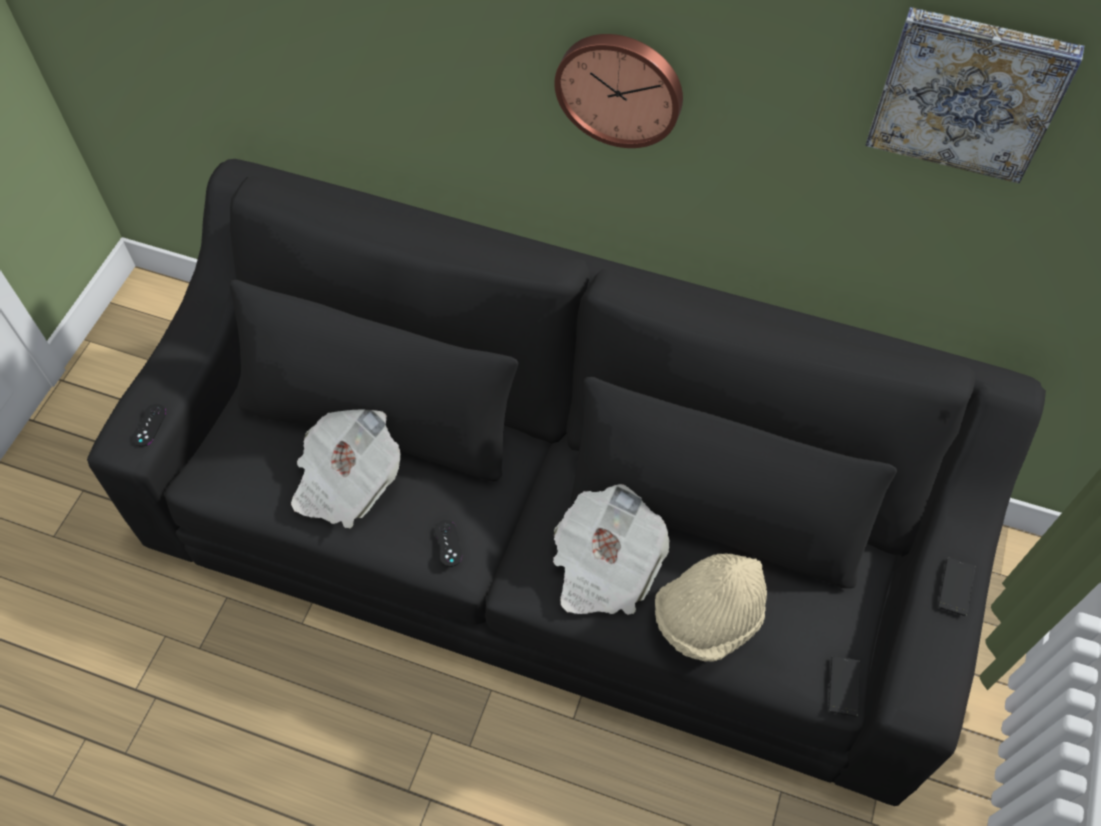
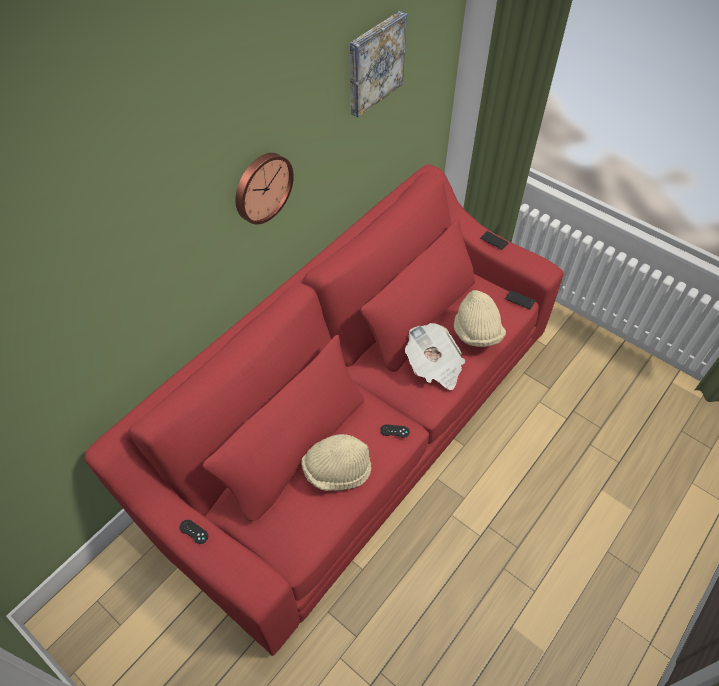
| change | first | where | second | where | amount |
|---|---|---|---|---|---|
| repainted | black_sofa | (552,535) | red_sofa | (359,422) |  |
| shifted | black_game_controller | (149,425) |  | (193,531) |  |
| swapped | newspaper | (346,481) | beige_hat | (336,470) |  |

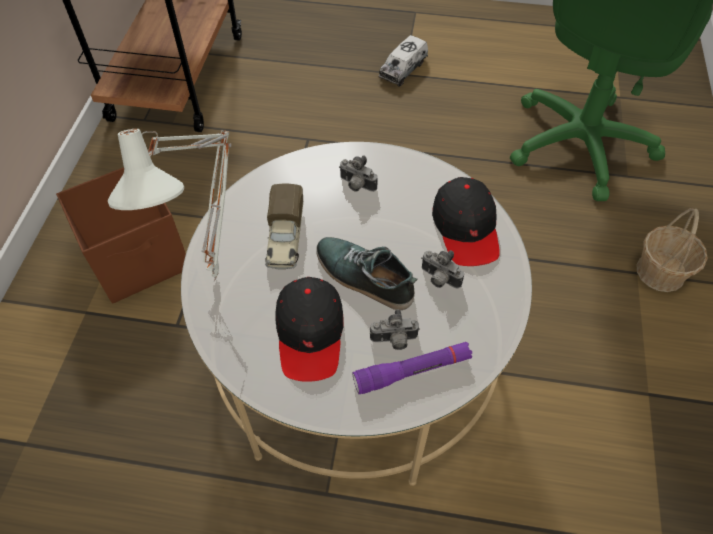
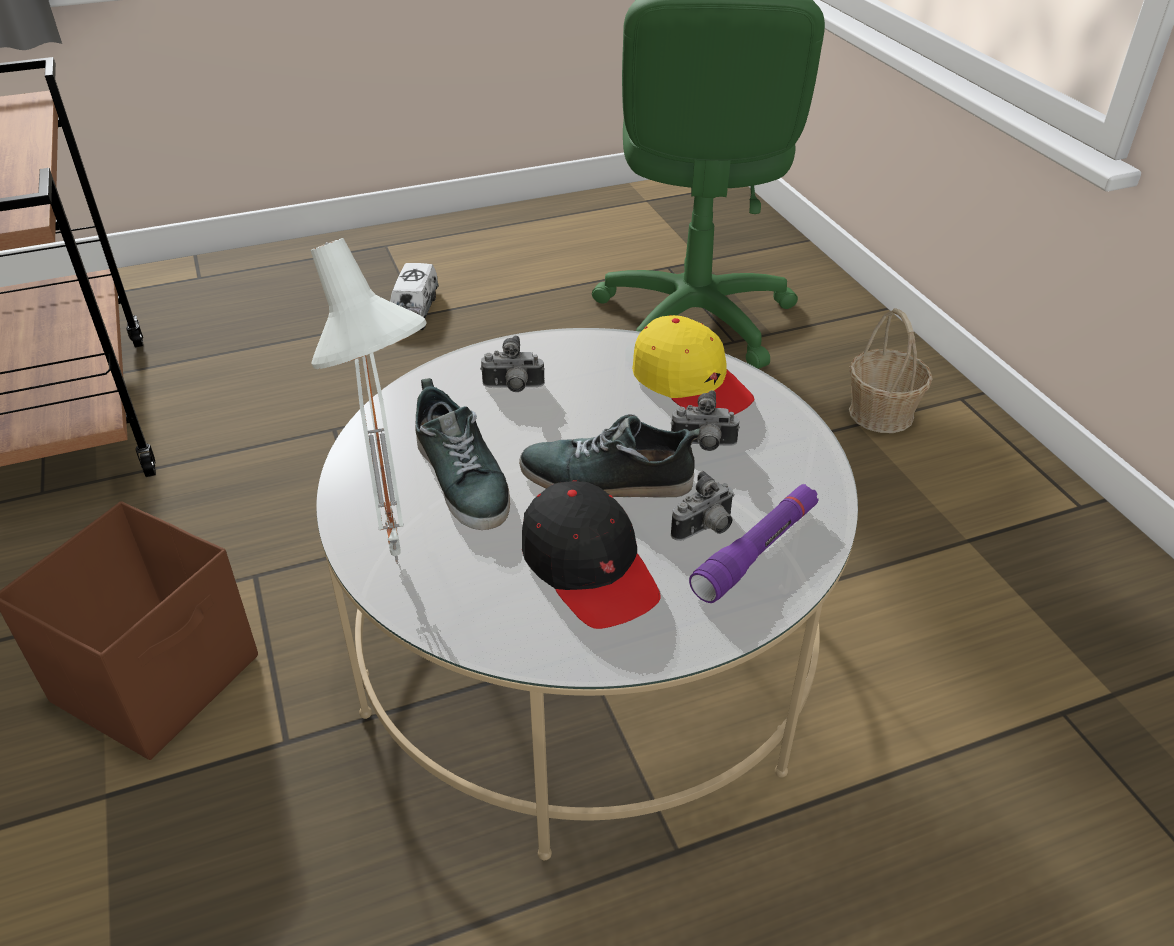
| change | first | where | second | where | amount |
|---|---|---|---|---|---|
| swapped | toy_truck | (285,239) | shoe | (463,478) |  |
| repainted | black_cap | (466,228) | yellow_cap | (691,384) |  |

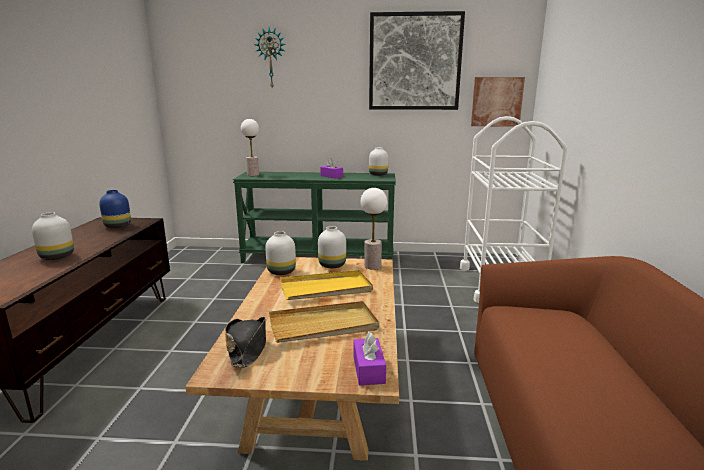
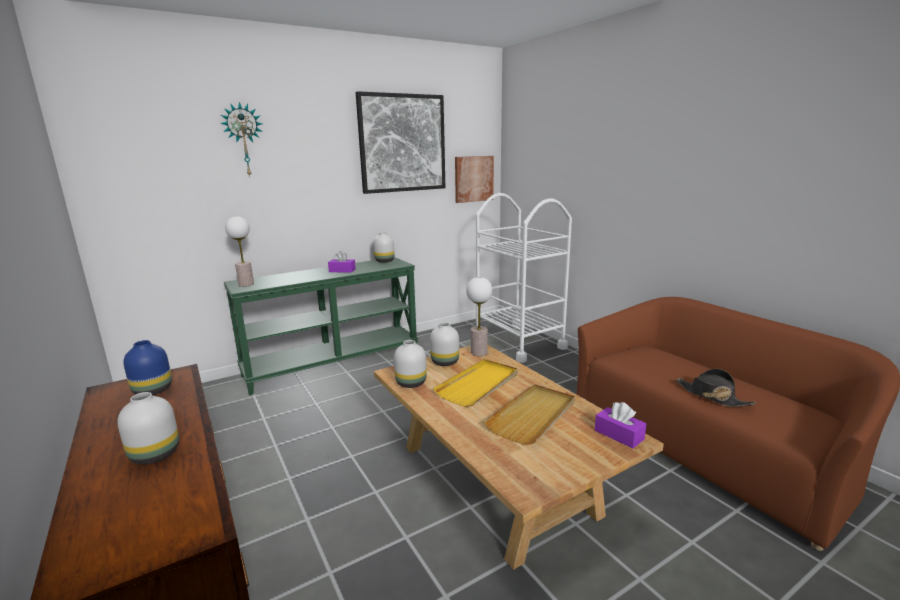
| change | first | where | second | where | amount |
|---|---|---|---|---|---|
| shifted | black_hat | (247,347) |  | (711,396) |  |

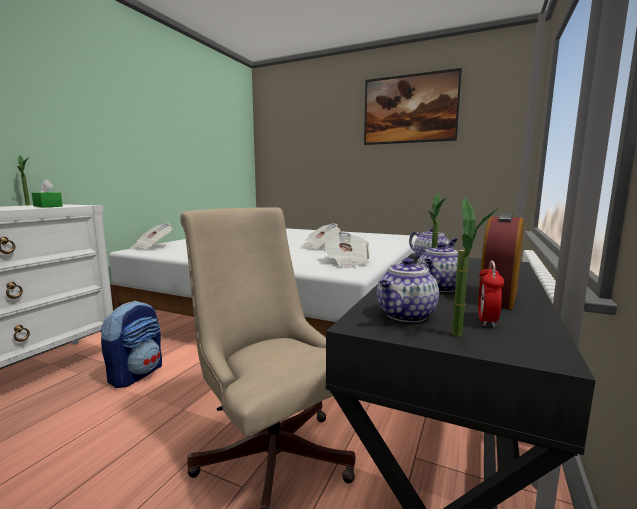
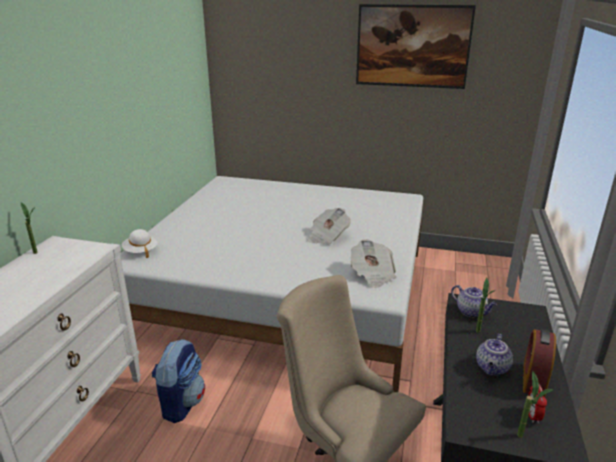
| change | first | where | second | where | amount |
|---|---|---|---|---|---|
| swapped | newspaper | (152,247) | white_hat | (140,251) |  |
| gone | green_tissue_box | (47,206) |  |  |  |
| gone | teapot | (406,315) |  |  |  |

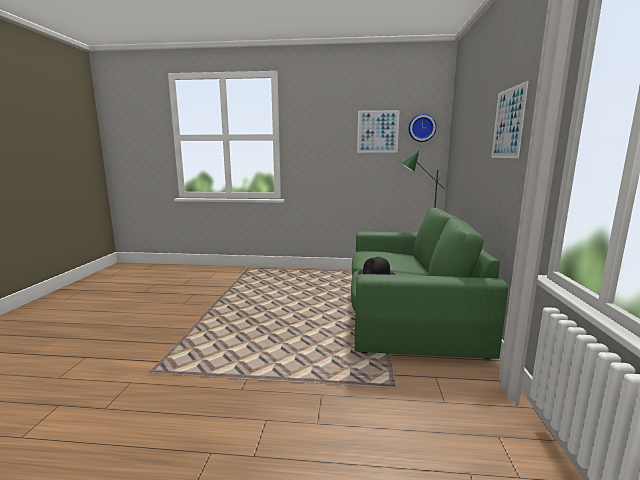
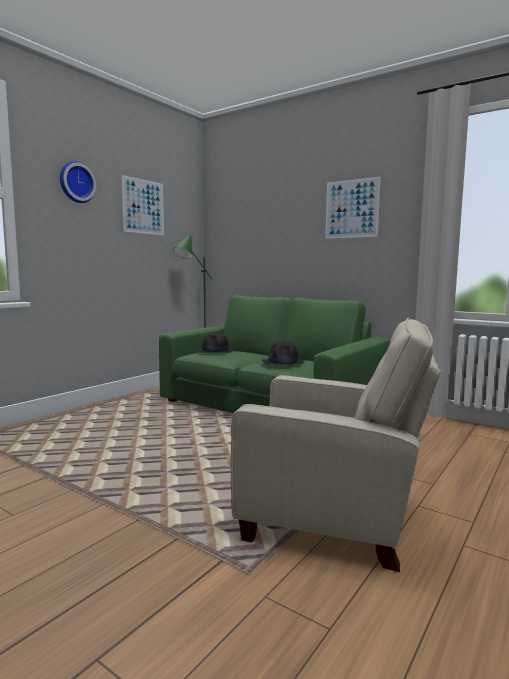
| change | first | where | second | where | amount |
|---|---|---|---|---|---|
| shifted | wall_clock | (421,128) |  | (76,182) |  |
| new |  |  | black_hat | (215,351) |  |
| new |  |  | beige_armchair | (334,519) |  |

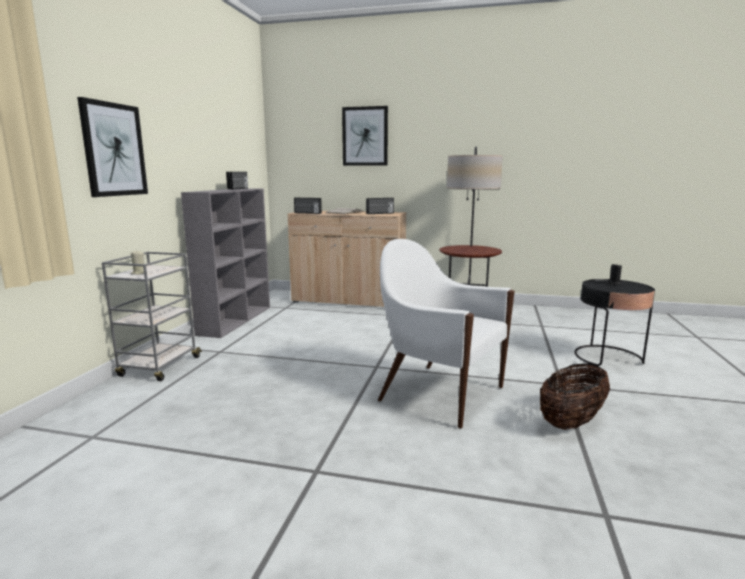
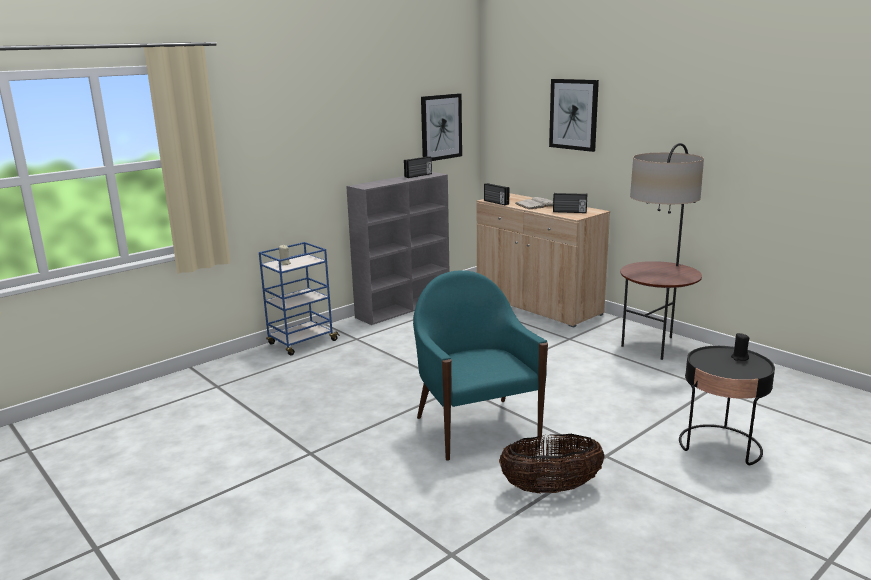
| change | first | where | second | where | amount |
|---|---|---|---|---|---|
| repainted | grey_cart | (159,367) | blue_cart | (301,343) |  |
| repainted | white_armchair | (439,393) | turquoise_armchair | (476,427) |  |
| shifted | picture | (114,150) |  | (441,127) |  |

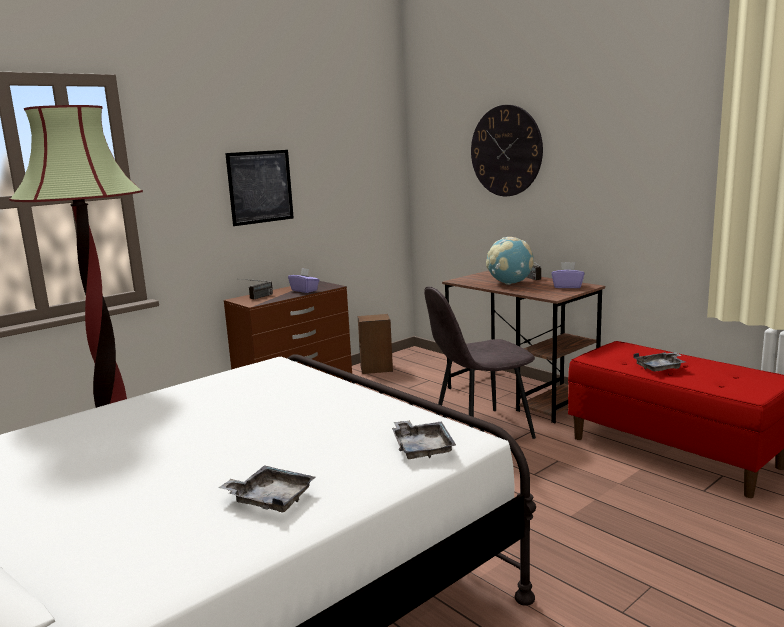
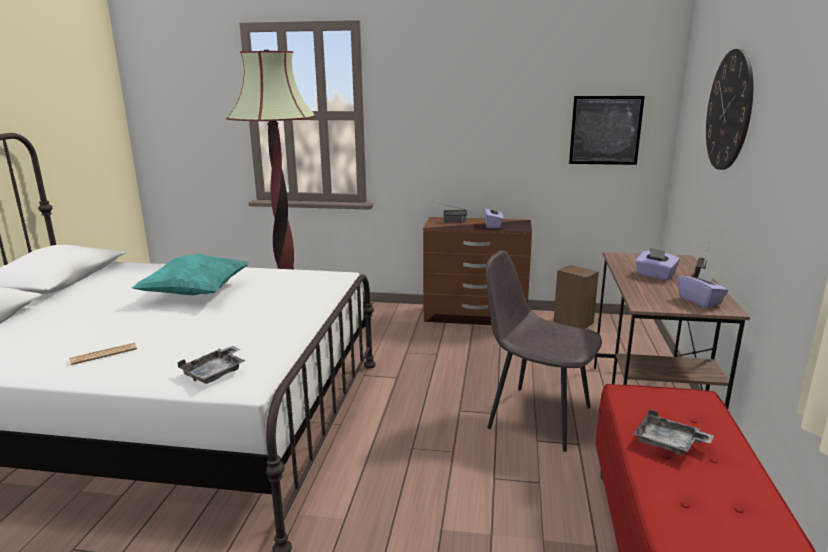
| change | first | where | second | where | amount |
|---|---|---|---|---|---|
| swapped | grey_tray | (270,498) | newspaper | (103,354) |  |
| new |  |  | turquoise_pillow | (196,293) |  |
| shifted | picture | (260,187) |  | (605,130) |  |
| swapped | globe | (510,283) | purple_tissue_box | (655,275) |  |

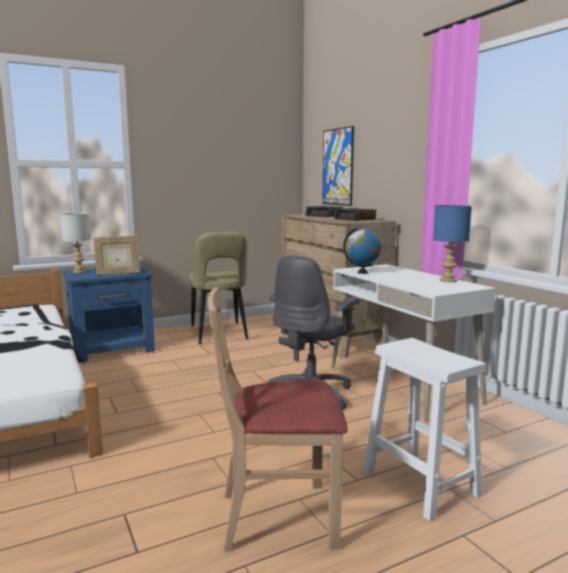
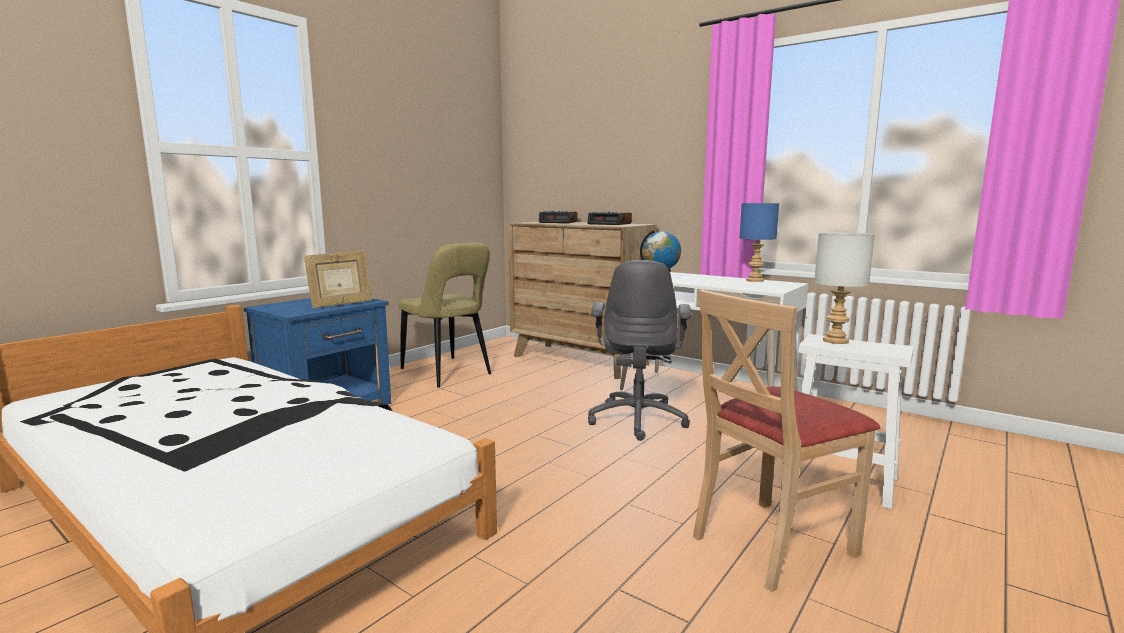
| change | first | where | second | where | amount |
|---|---|---|---|---|---|
| shifted | grey_table_lamp | (80,272) |  | (836,341) |  |
| gone | picture | (337,167) |  |  |  |

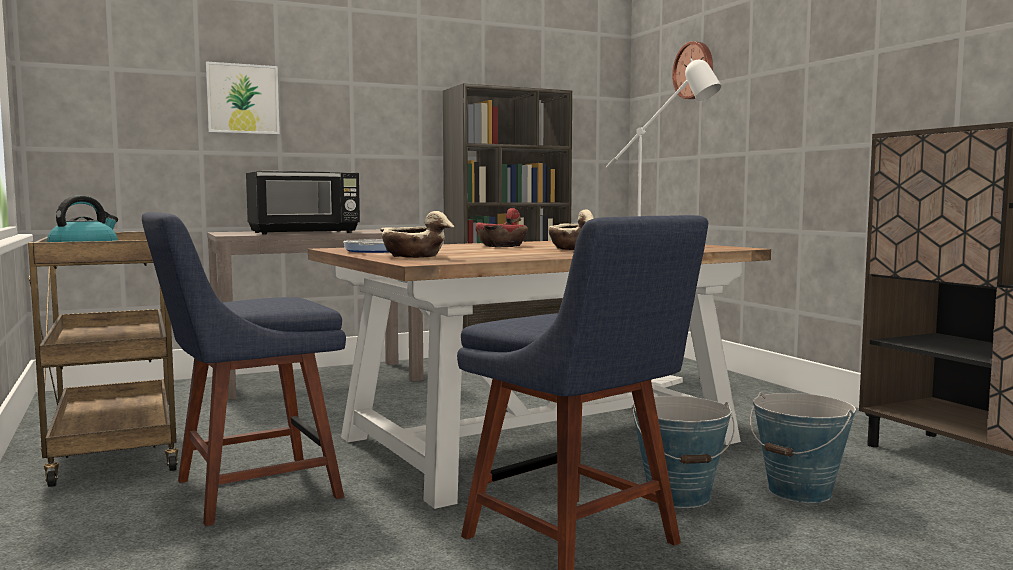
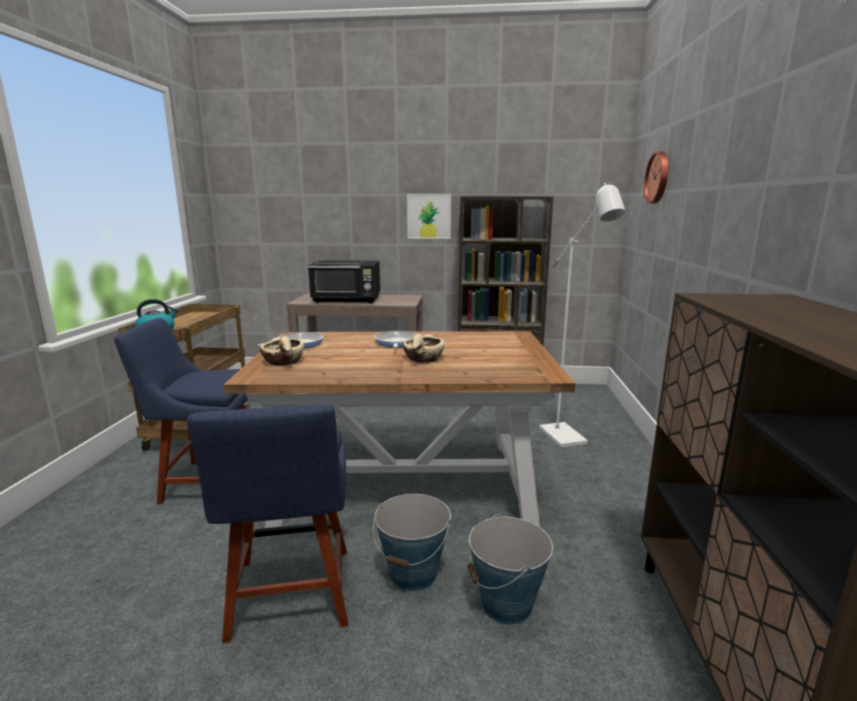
| change | first | where | second | where | amount |
|---|---|---|---|---|---|
| swapped | red_bowl | (502,246) | frying_pan | (396,343) |  |
| shifted | picture | (243,99) |  | (429,216) |  |

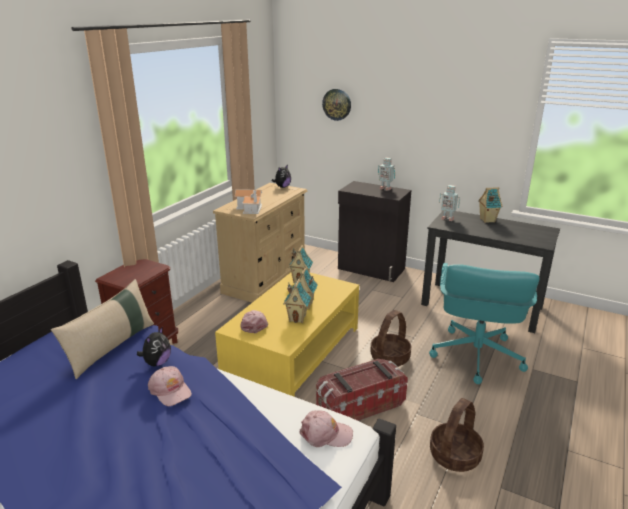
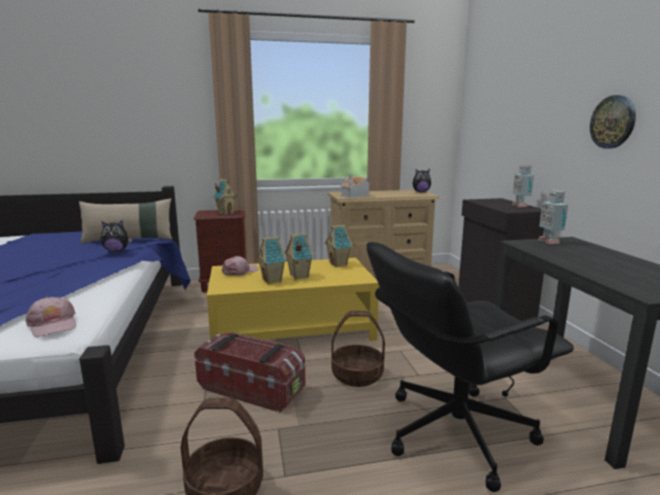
| change | first | where | second | where | amount |
|---|---|---|---|---|---|
| shifted | toy_house | (487,220) |  | (226,213) |  |
| repainted | turquoise_office_chair | (475,356) | black_office_chair | (454,431) |  |
| shifted | wall_clock | (337,104) |  | (613,122) |  |
| gone | pink_cap | (170,390) |  |  |  |

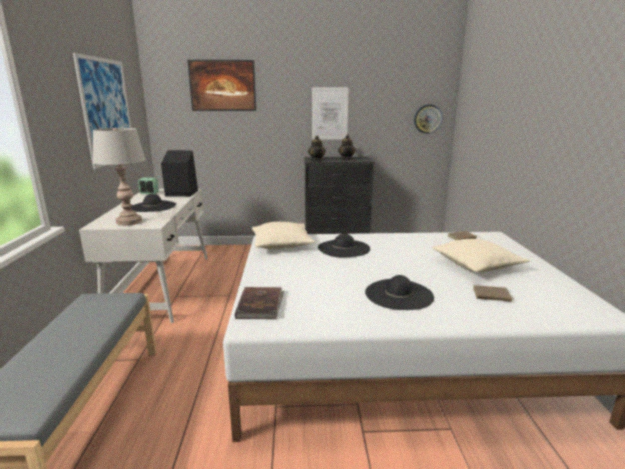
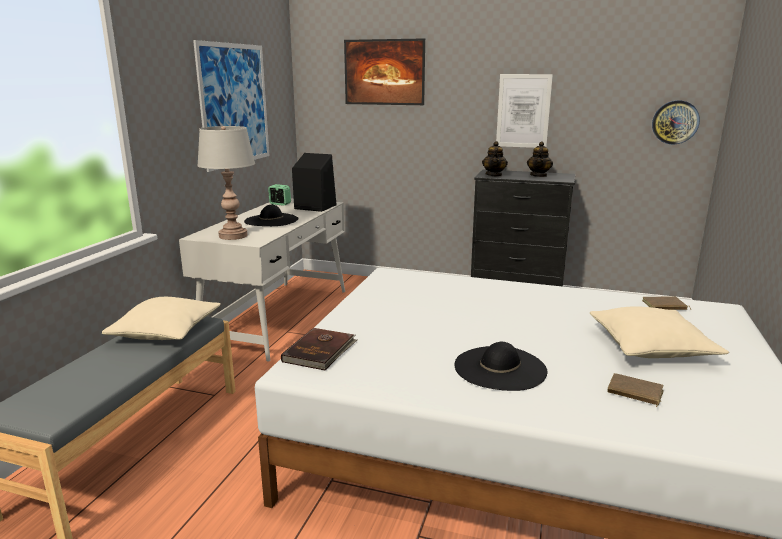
| change | first | where | second | where | amount |
|---|---|---|---|---|---|
| shifted | beige_pillow | (282,244) |  | (166,332) |  |
| gone | black_hat | (344,248) |  |  |  |

